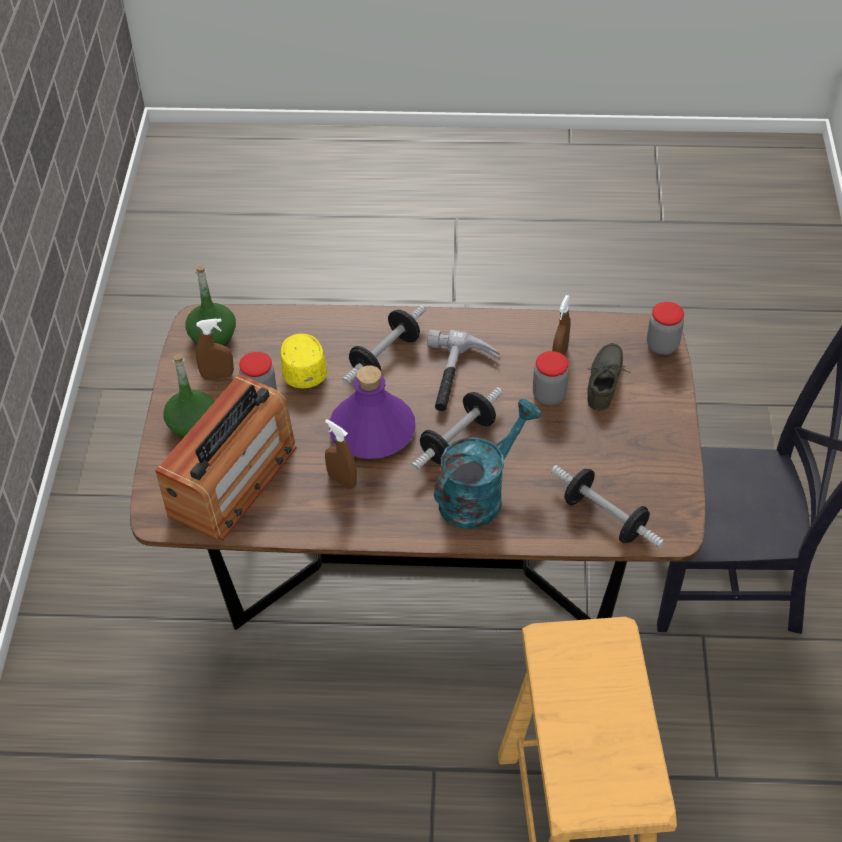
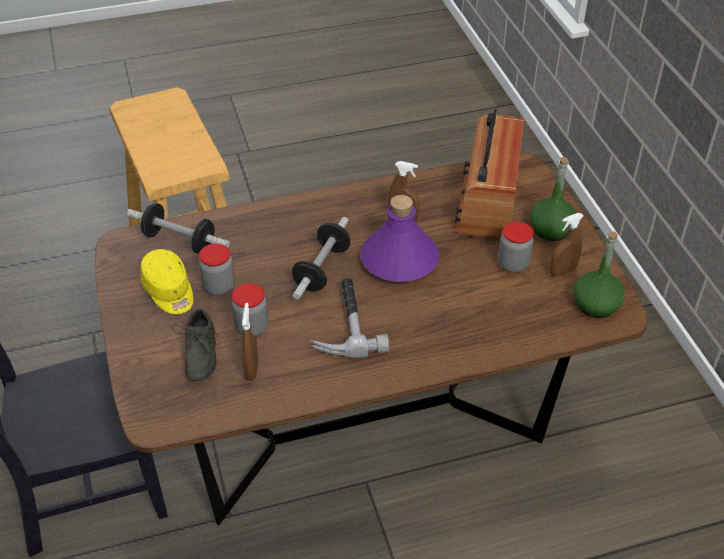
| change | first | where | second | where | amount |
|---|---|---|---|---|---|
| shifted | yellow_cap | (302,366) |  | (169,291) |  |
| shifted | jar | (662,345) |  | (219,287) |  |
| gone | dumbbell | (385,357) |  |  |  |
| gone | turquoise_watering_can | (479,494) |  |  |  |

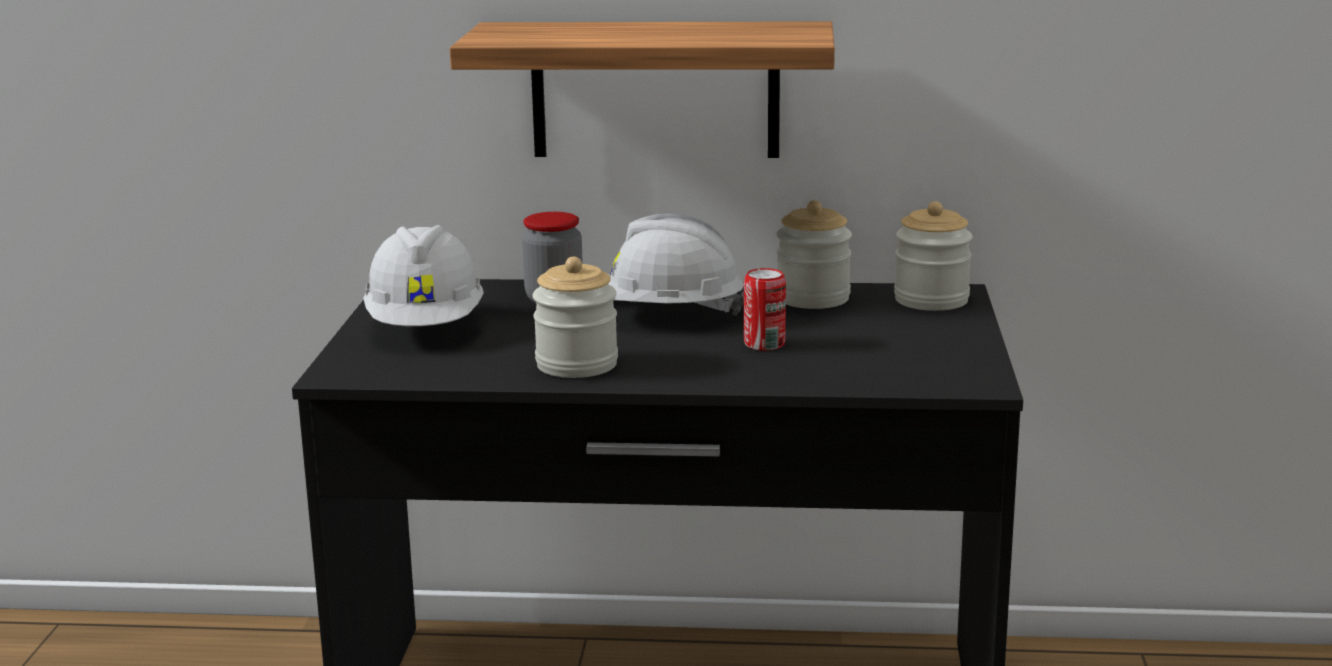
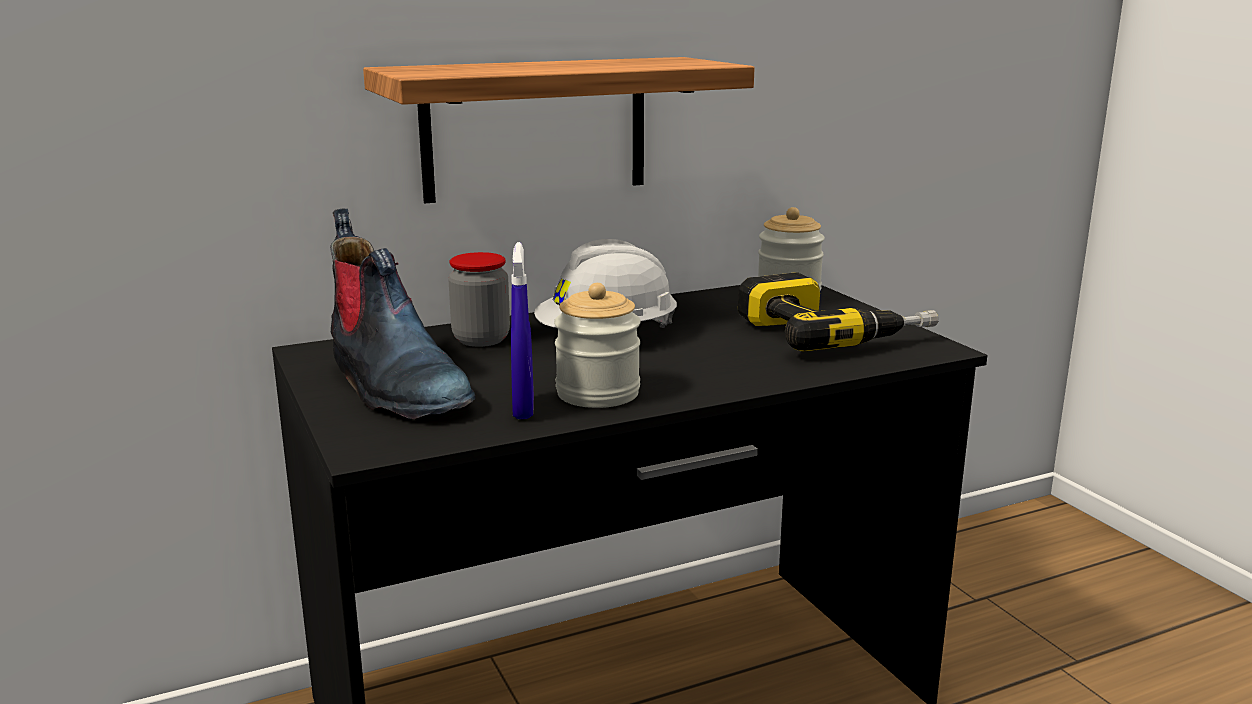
| change | first | where | second | where | amount |
|---|---|---|---|---|---|
| swapped | white_hard_hat | (426,328) | boot | (394,386) |  |
| new |  |  | blue_spray_bottle | (523,409) |  |
| new |  |  | power_drill | (832,333) |  |
| gone | can | (764,344) |  |  |  |
| gone | jar | (813,298) |  |  |  |

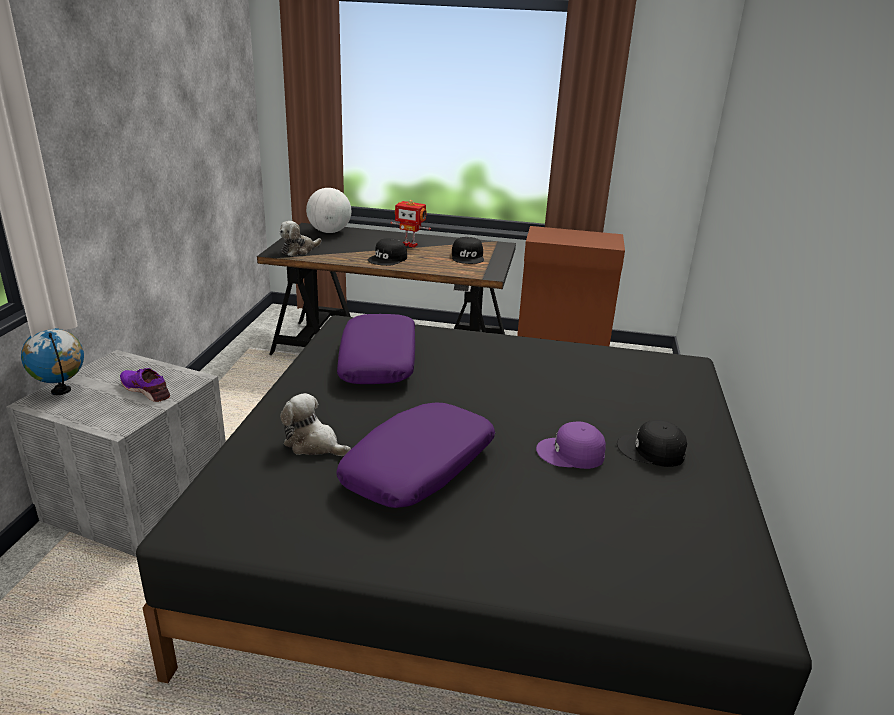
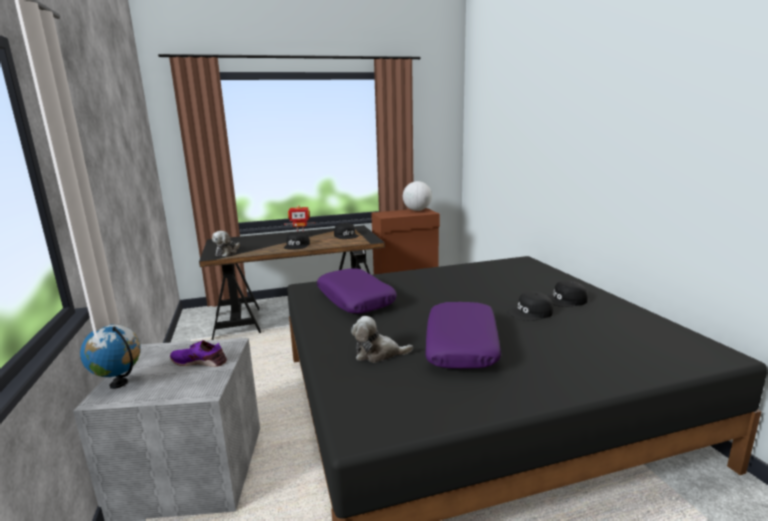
| change | first | where | second | where | amount |
|---|---|---|---|---|---|
| shifted | globe | (329,232) |  | (417,210) |  |
| repainted | purple_cap | (571,454) | black_cap | (530,313) |  |

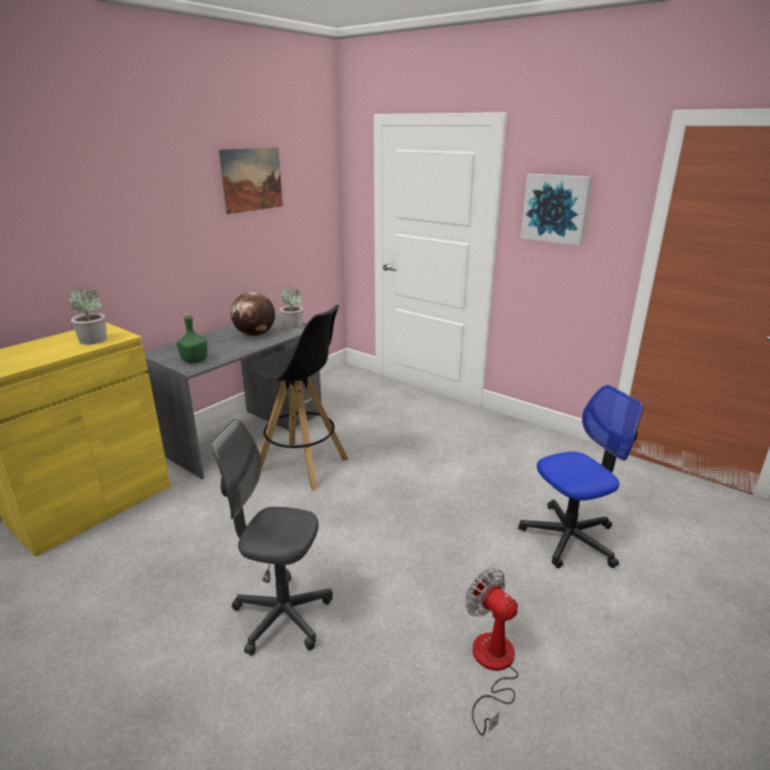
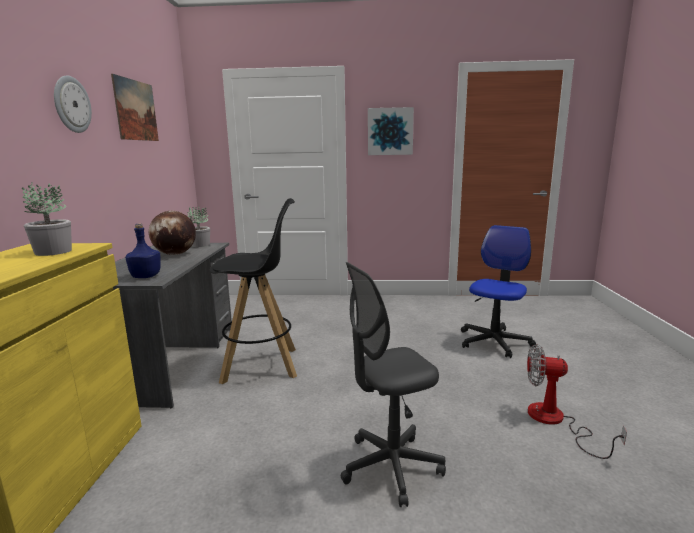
| change | first | where | second | where | amount |
|---|---|---|---|---|---|
| new |  |  | wall_clock | (71,104) |  |
| repainted | green_bottle | (195,360) | blue_bottle | (146,276) |  |

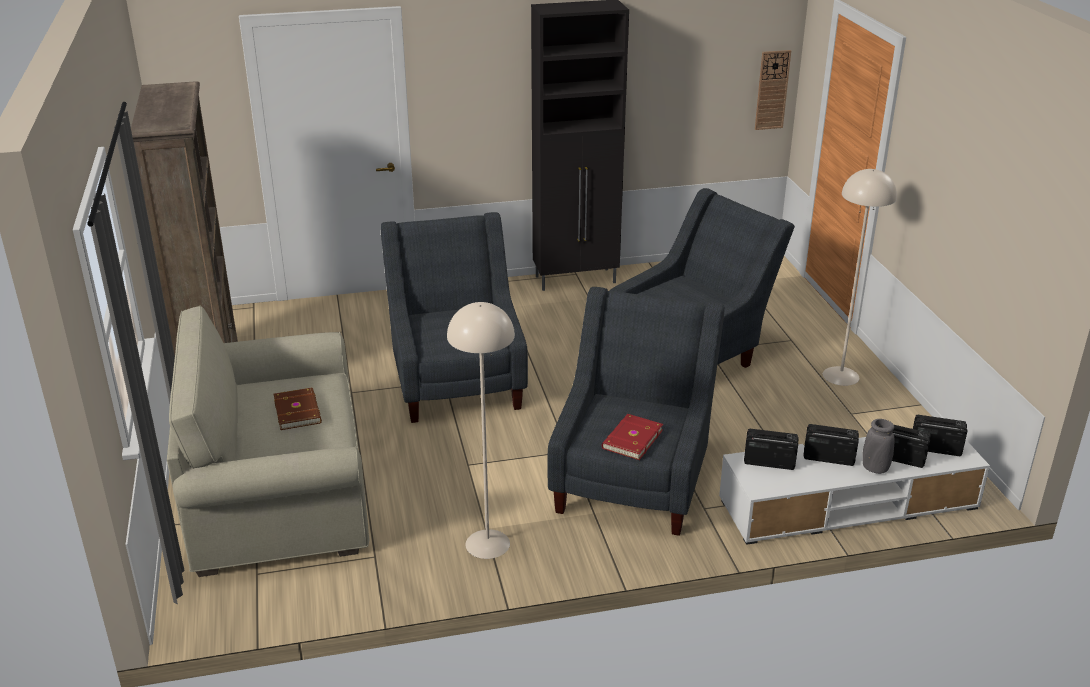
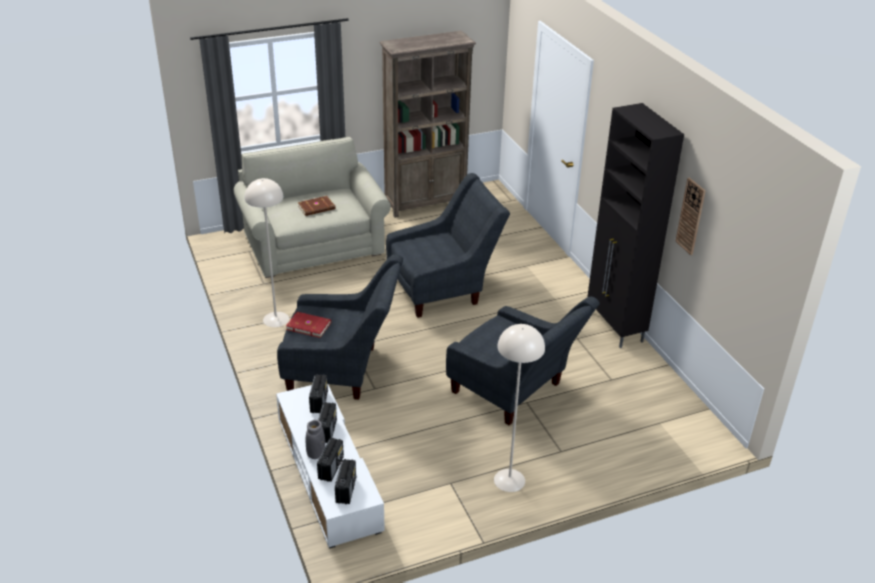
| change | first | where | second | where | amount |
|---|---|---|---|---|---|
| shifted | wall_clock | (772,90) |  | (691,216) |  |

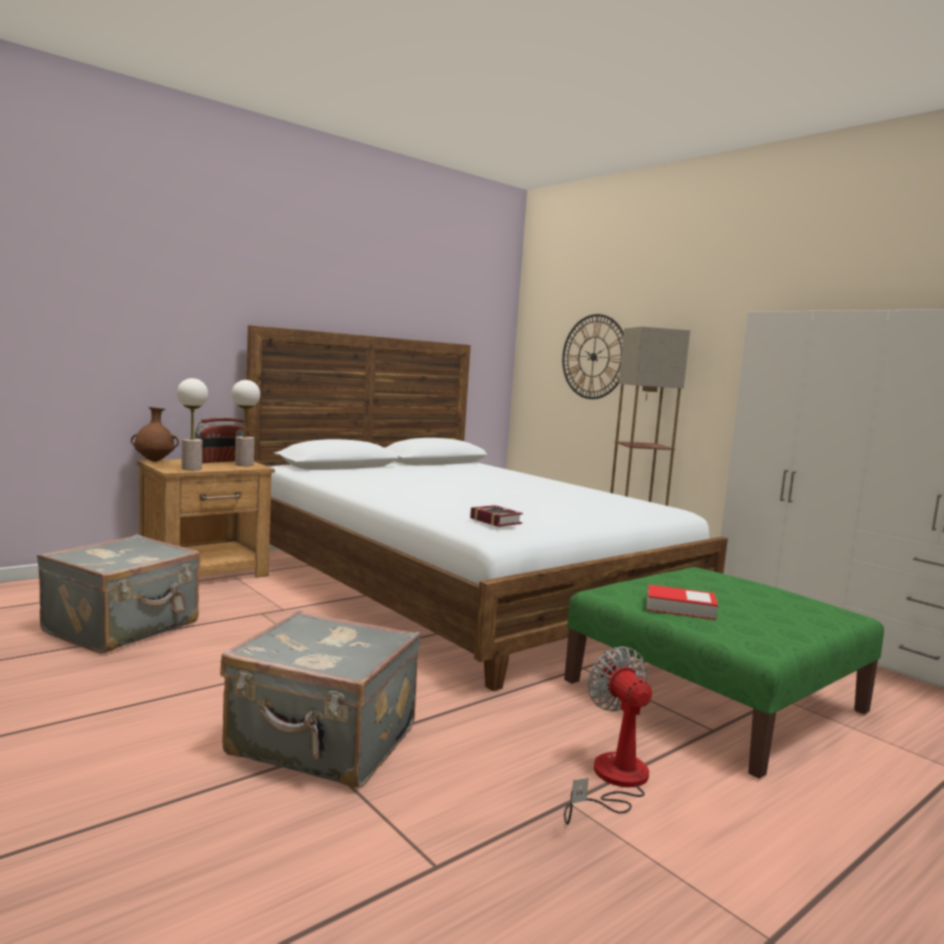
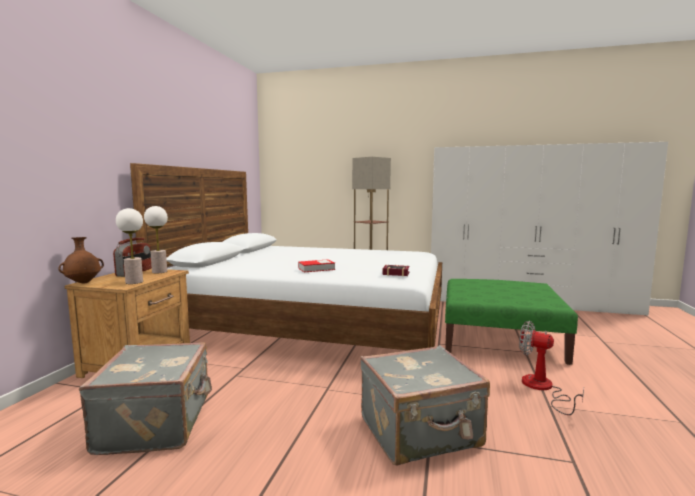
| change | first | where | second | where | amount |
|---|---|---|---|---|---|
| shifted | book | (680,608) |  | (316,269) |  |
| gone | wall_clock | (593,356) |  |  |  |

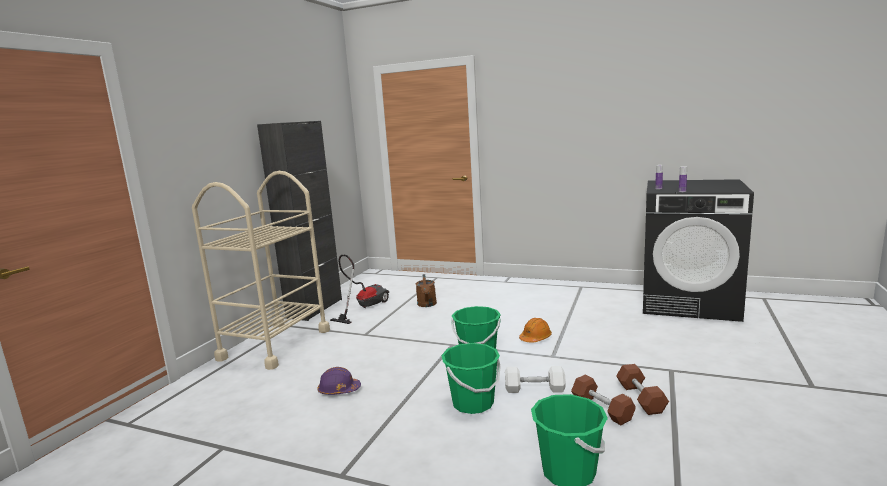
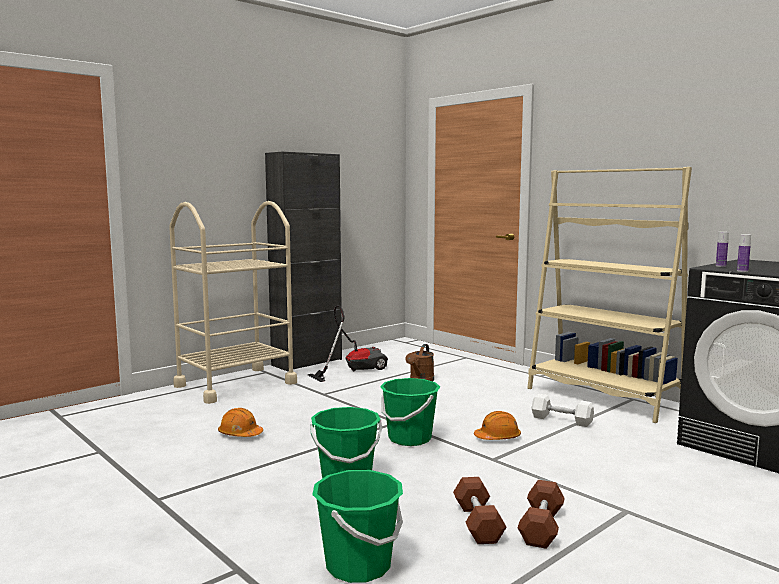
| change | first | where | second | where | amount |
|---|---|---|---|---|---|
| repainted | purple_hard_hat | (339,390) | orange_hard_hat | (240,434) |  |
| new |  |  | beige_bookcase | (603,397) |  |
| shifted | white_dumbbell | (534,389) |  | (561,420) |  |

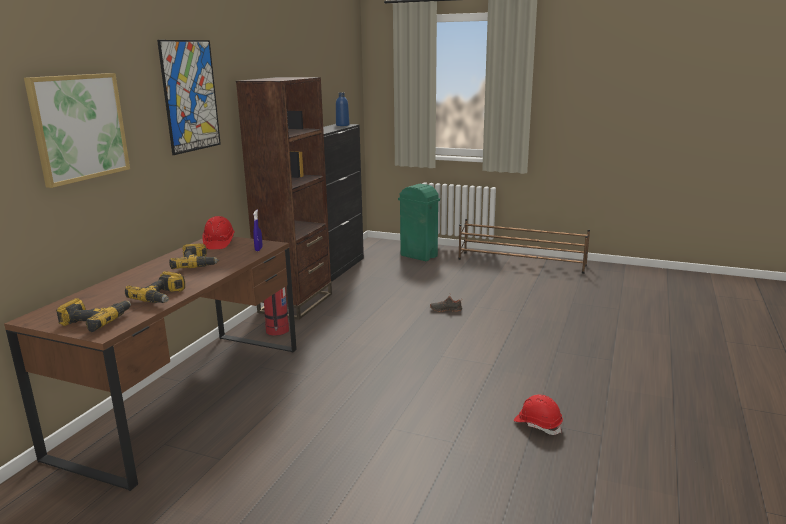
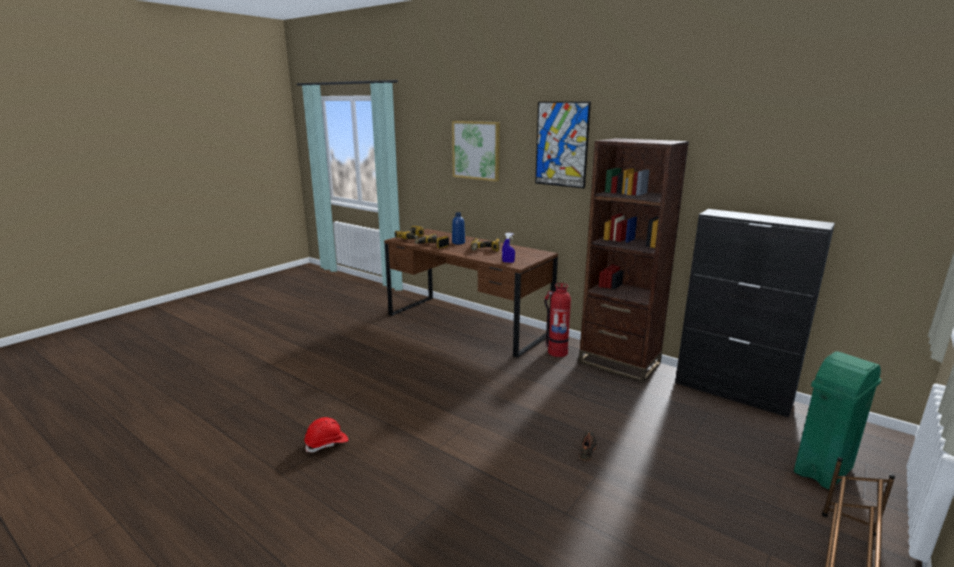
| change | first | where | second | where | amount |
|---|---|---|---|---|---|
| shifted | blue_bottle | (342,125) |  | (458,242) |  |
| gone | red_hard_hat | (219,243) |  |  |  |

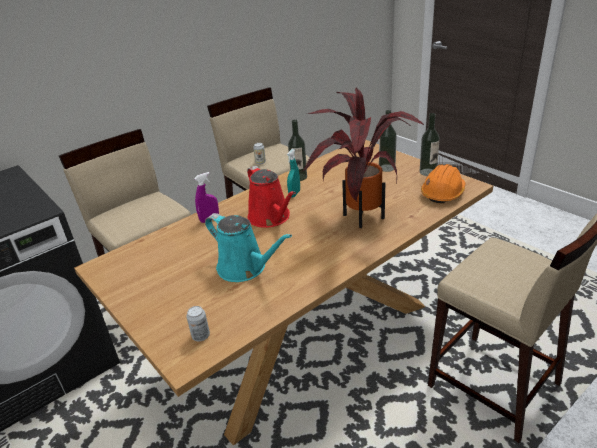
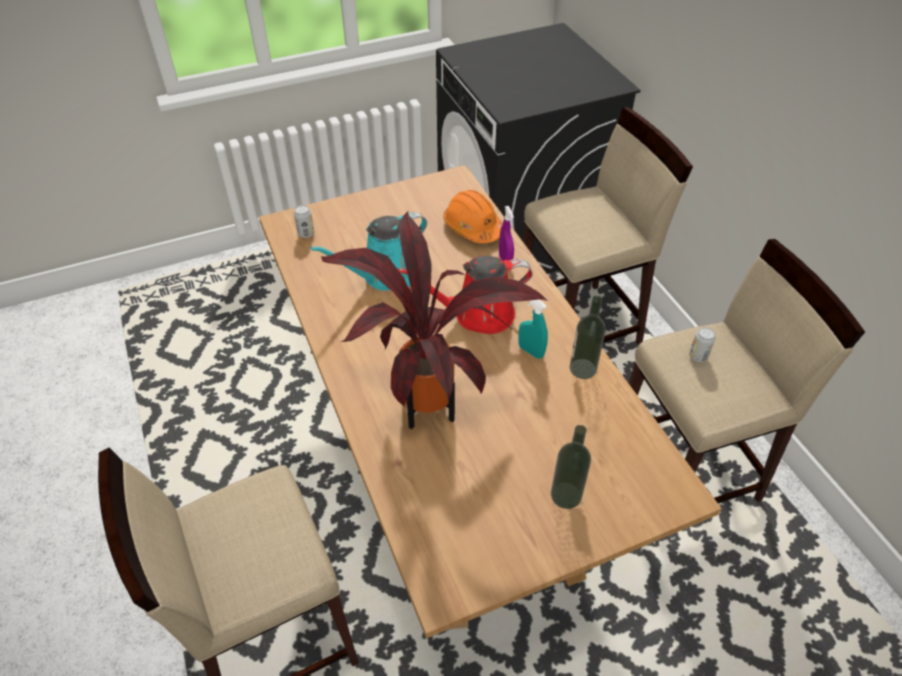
| change | first | where | second | where | amount |
|---|---|---|---|---|---|
| shifted | orange_hard_hat | (443,193) |  | (473,227) |  |
| gone | bottle | (428,172) |  |  |  |

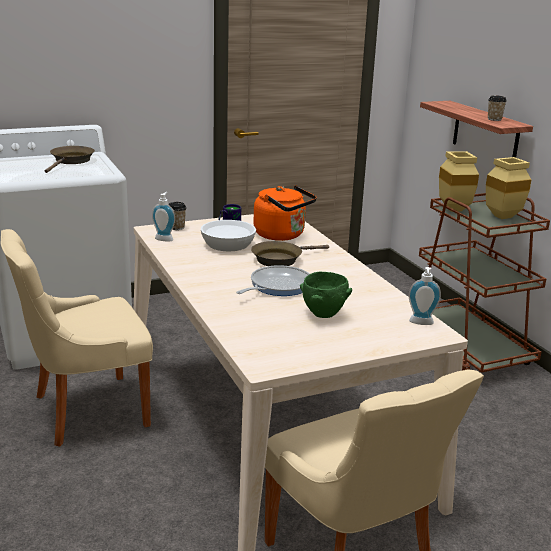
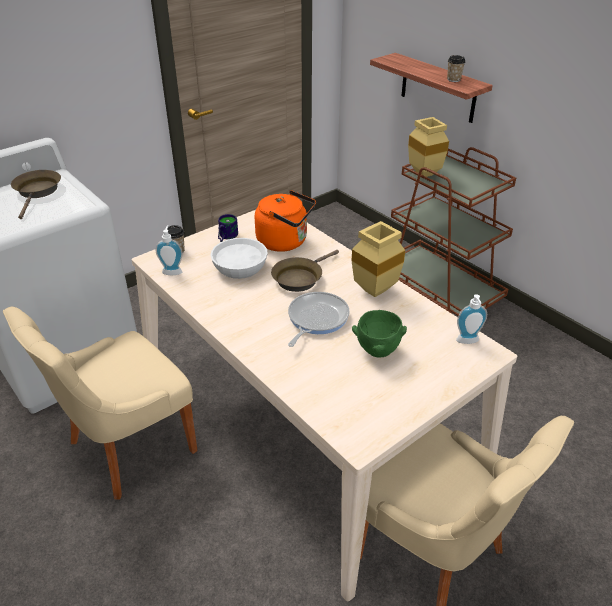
| change | first | where | second | where | amount |
|---|---|---|---|---|---|
| shifted | beige_vase | (503,216) |  | (375,289) |  |

